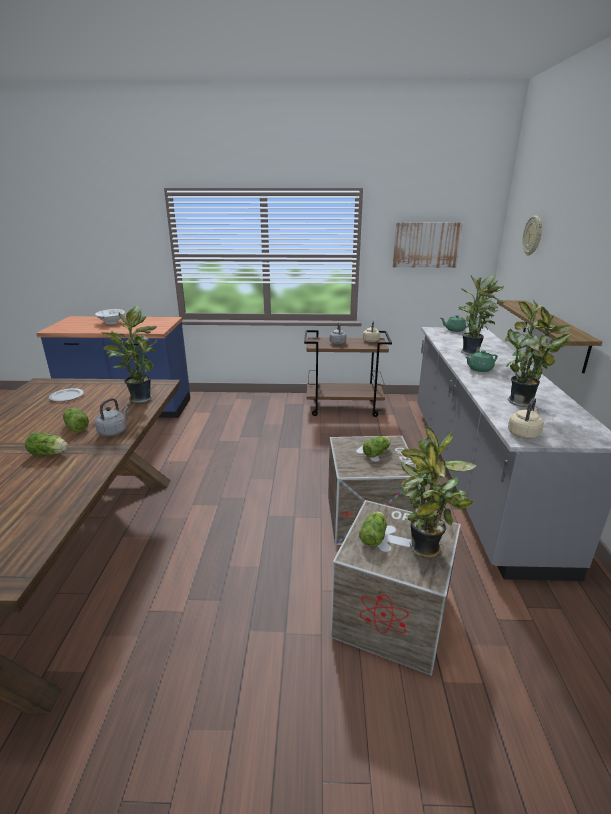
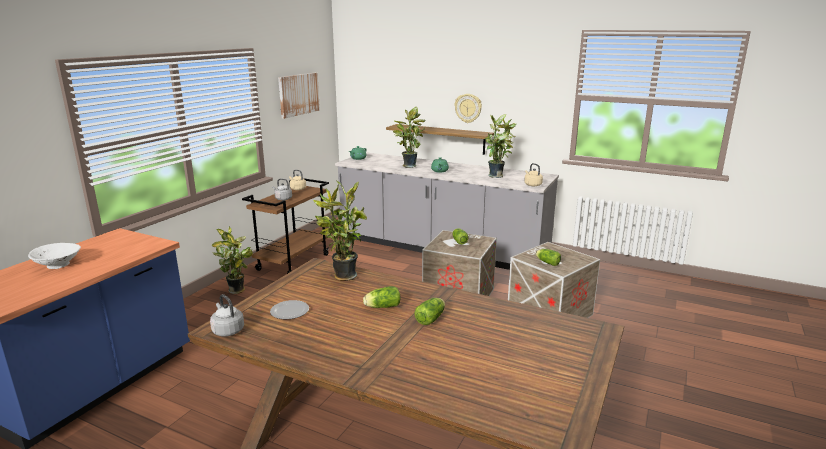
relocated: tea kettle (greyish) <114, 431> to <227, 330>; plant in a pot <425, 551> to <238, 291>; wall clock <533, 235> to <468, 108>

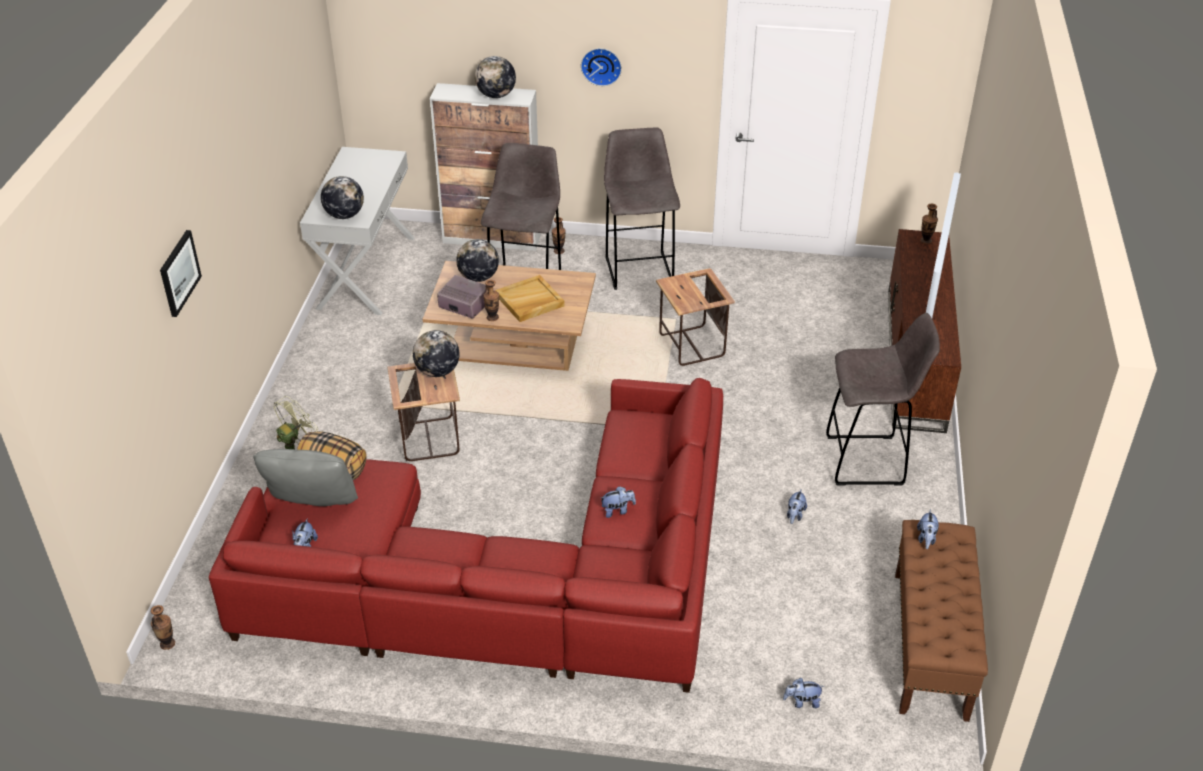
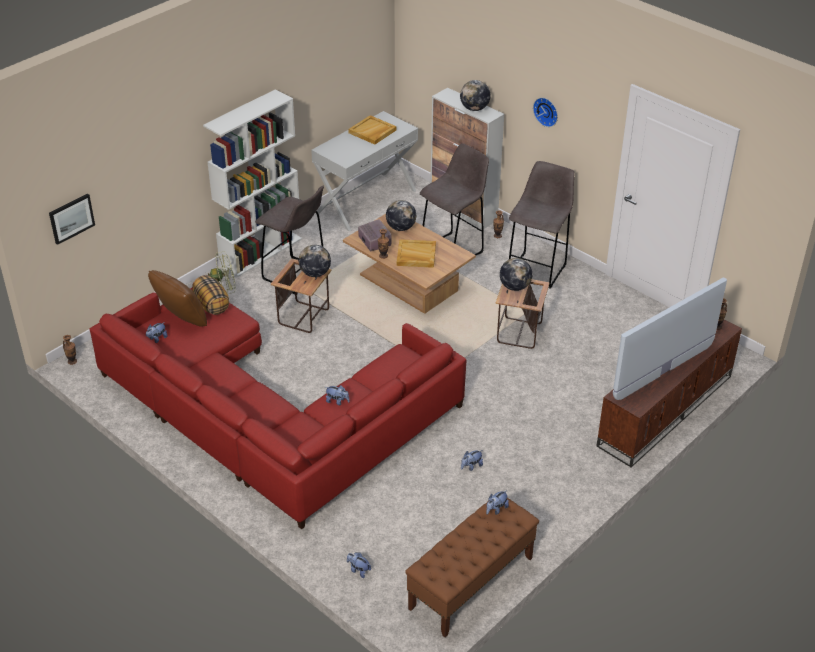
appeared: shelving unit (white) <261, 252>; carrying tray (beige) <372, 132>
relocated: wall art <179, 273> to <71, 218>; world globe <344, 215> to <514, 287>; stool seat (greyish) <867, 460> to <295, 276>
colour: cushion (greyish) <312, 507> to cushion (brownish) <181, 320>

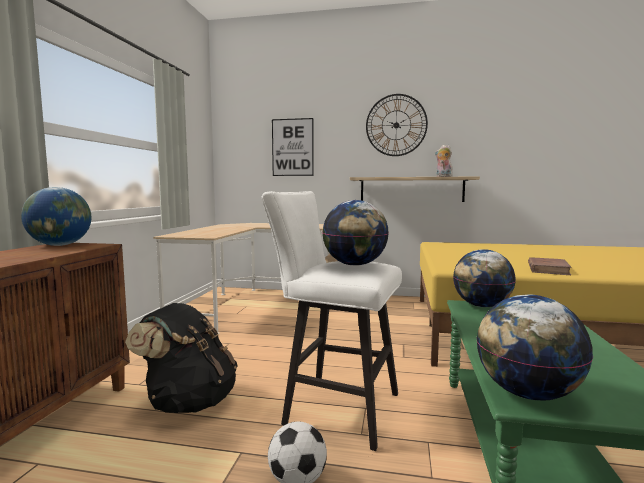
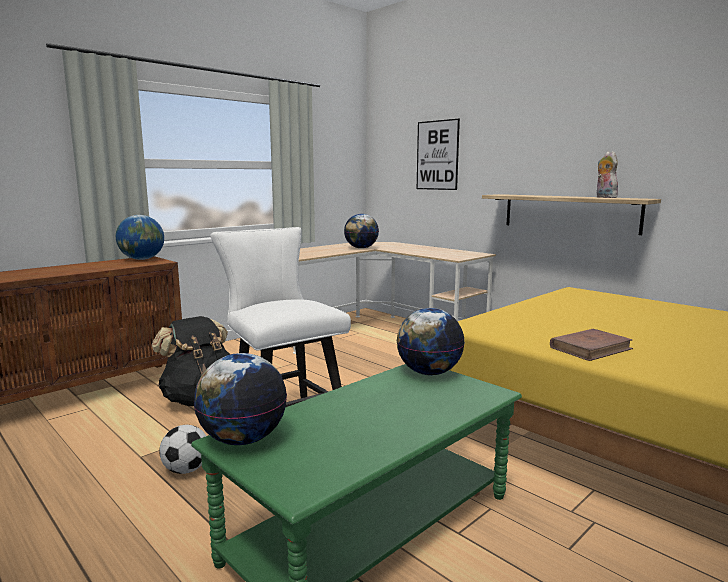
missing: wall clock <396, 125>
relocated: world globe <354, 265> to <361, 248>

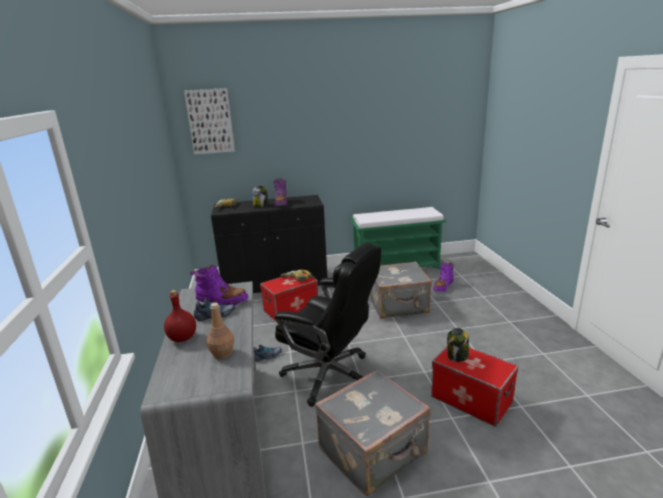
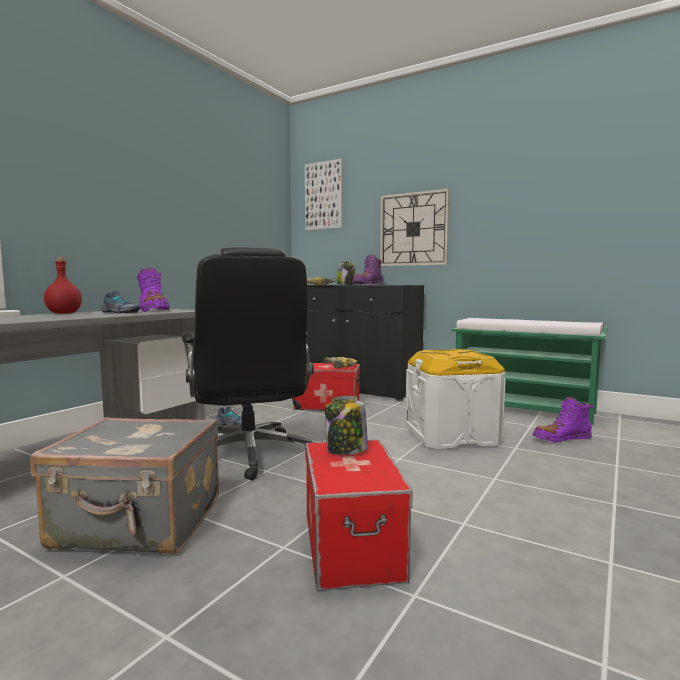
missing: beverage bottle (brownish) <222, 353>
appeared: wall clock <413, 229>
exchanged: suitcase (greyish) <399, 306> to storage container (white) <451, 436>

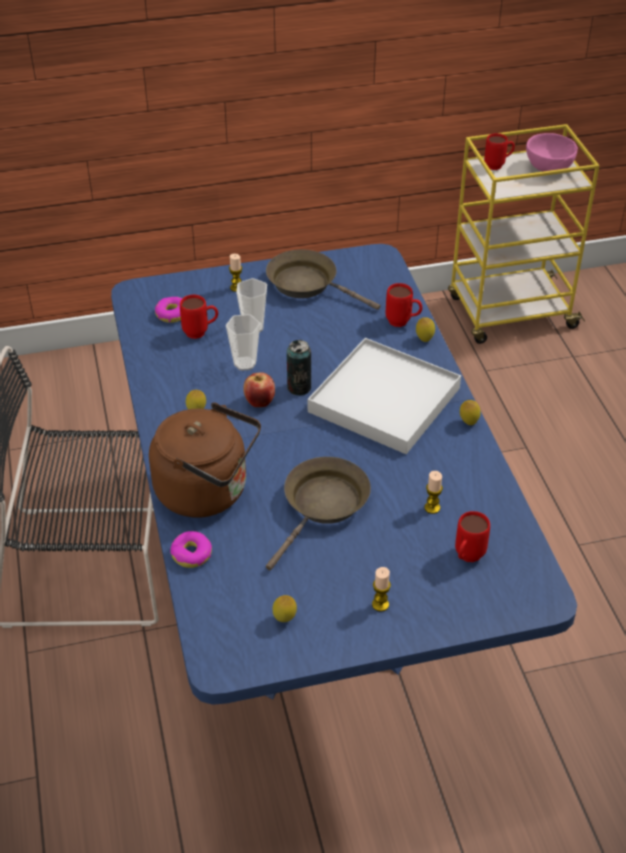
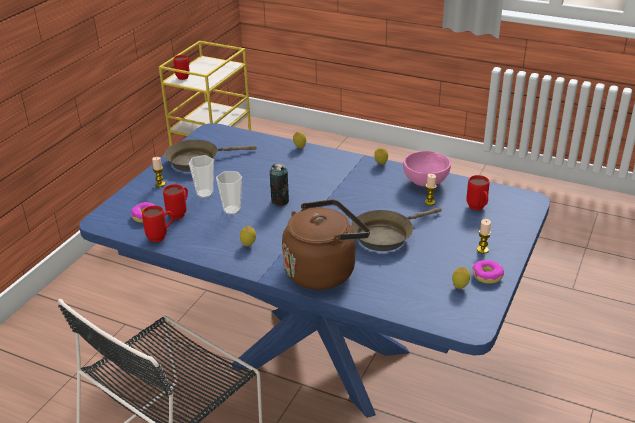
missing: whole apple <260, 402>; carrying tray (white) <385, 400>
relocated: donut <191, 554> to <487, 276>; tea mug (red) <403, 323> to <161, 236>; serving bowl (pink) <548, 169> to <426, 183>
spun: skillet (brownish) <323, 506> = <386, 235> 105 degrees counterclockwise

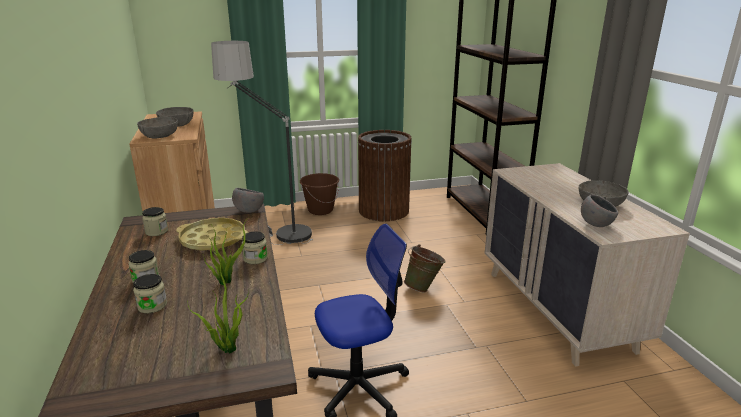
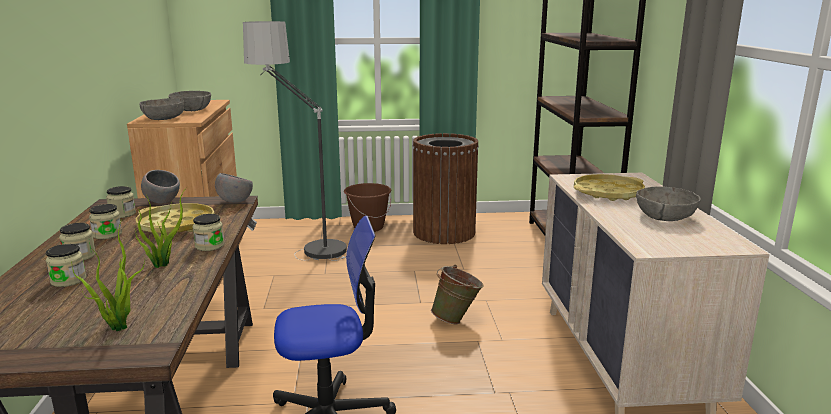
appeared: storage jar <107, 234>; carrying tray (yellow) <607, 193>
relocated: serving bowl (greyish) <595, 224> to <162, 202>

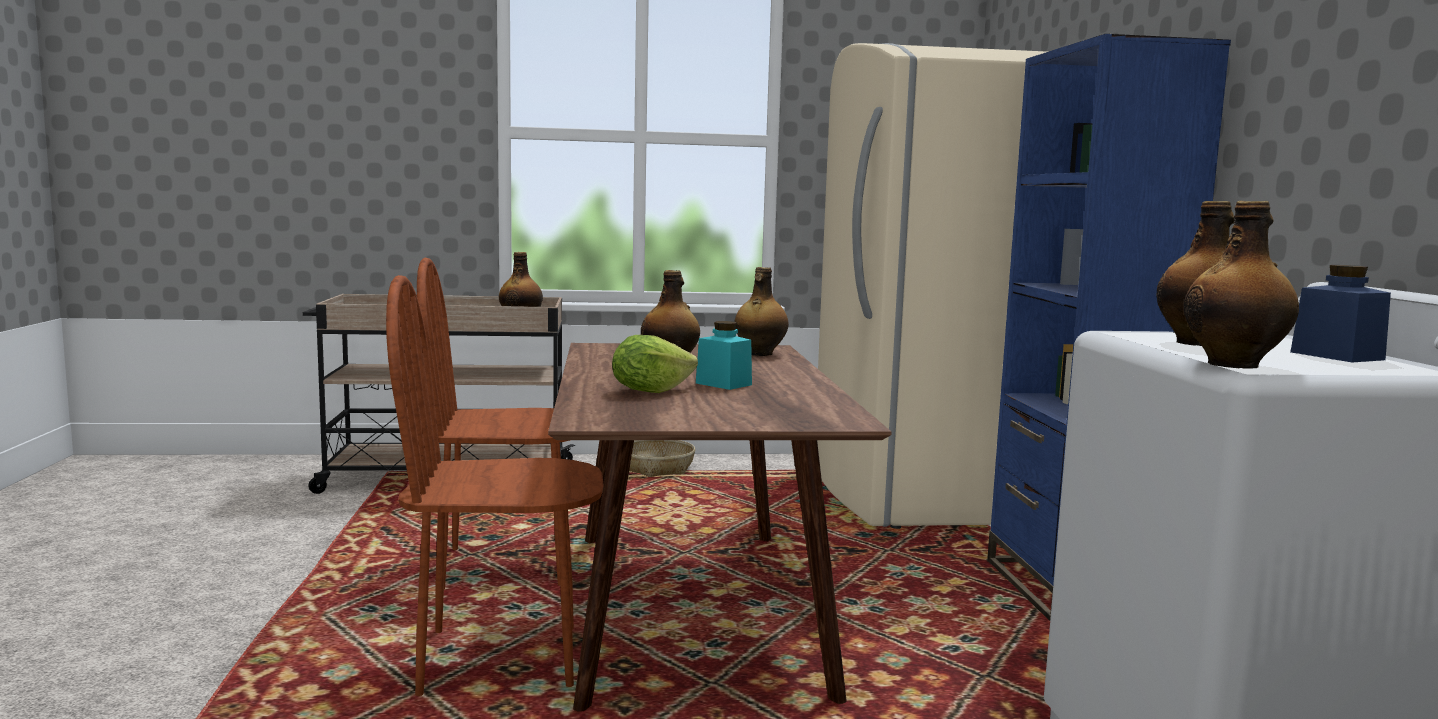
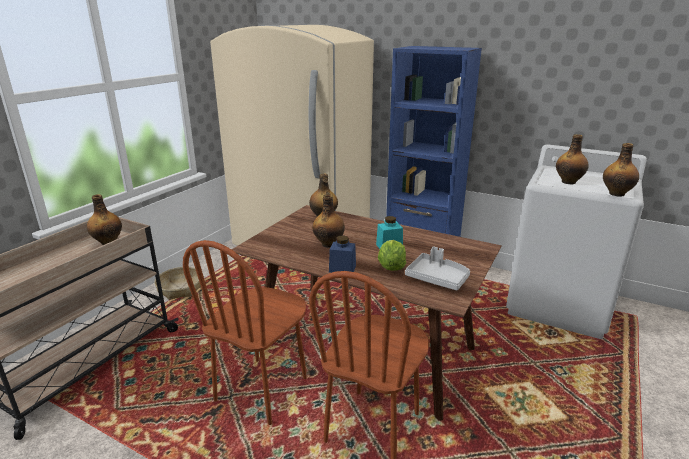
appeared: carrying tray (greyish) <437, 278>
relocated: storage jar (bluish) <1337, 356> to <342, 268>

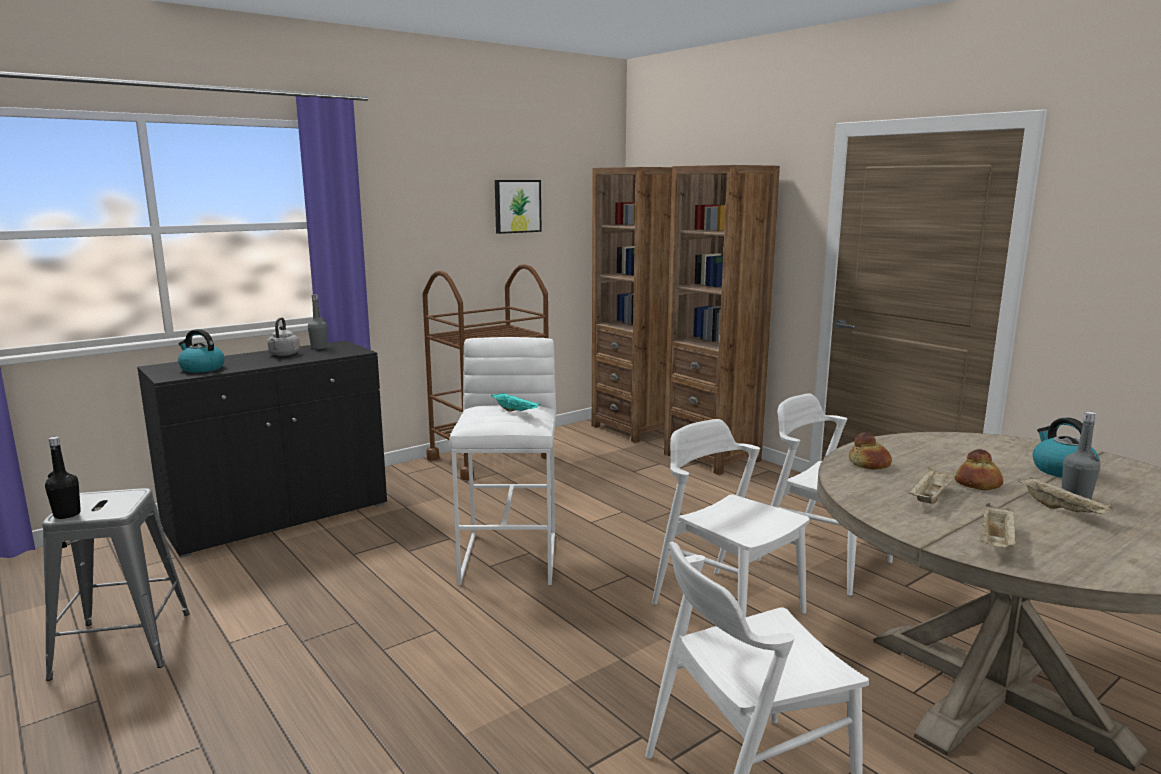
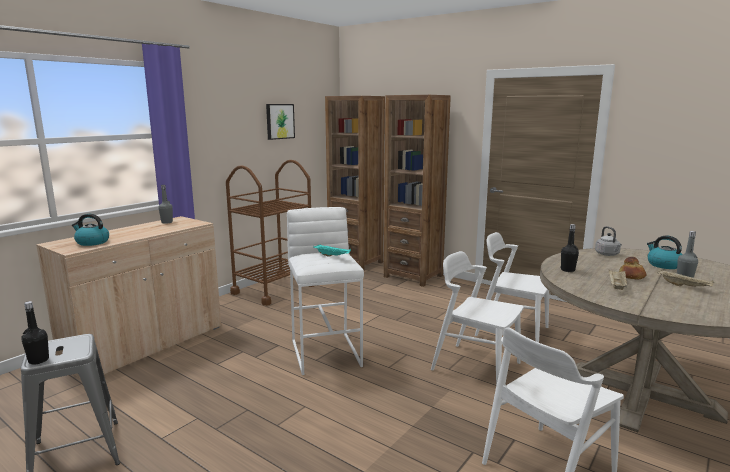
missing: carrying tray (beige) <996, 542>
relocated: tea kettle (greyish) <283, 355> to <608, 254>
exchanged: bread <869, 463> to beverage bottle (black-coloured) <567, 270>
colour: cupboard (black-coloured) <278, 517> to cupboard (beige) <146, 345>

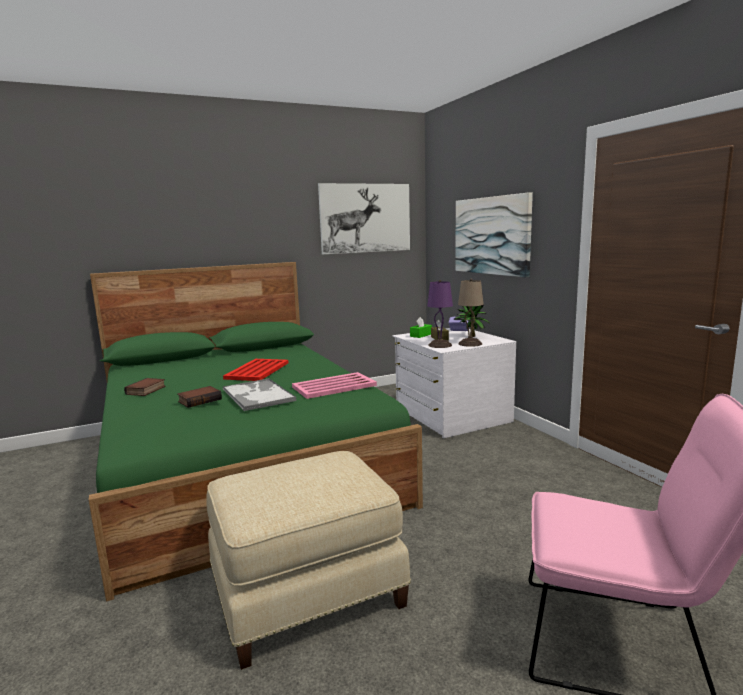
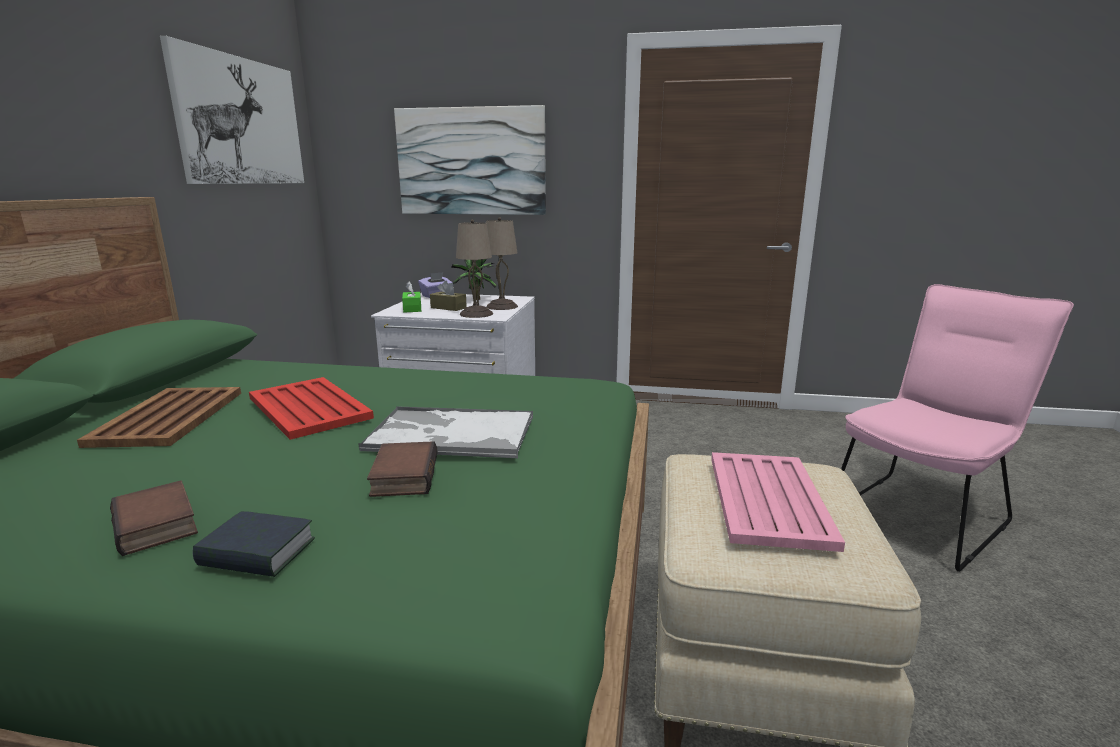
appeared: carrying tray (brownish) <168, 418>; bound book <257, 553>
relocated: carrying tray (pink) <333, 386> to <767, 500>
colour: lamp for a table (purple-coloured) <440, 345> to lamp for a table (beige) <477, 314>

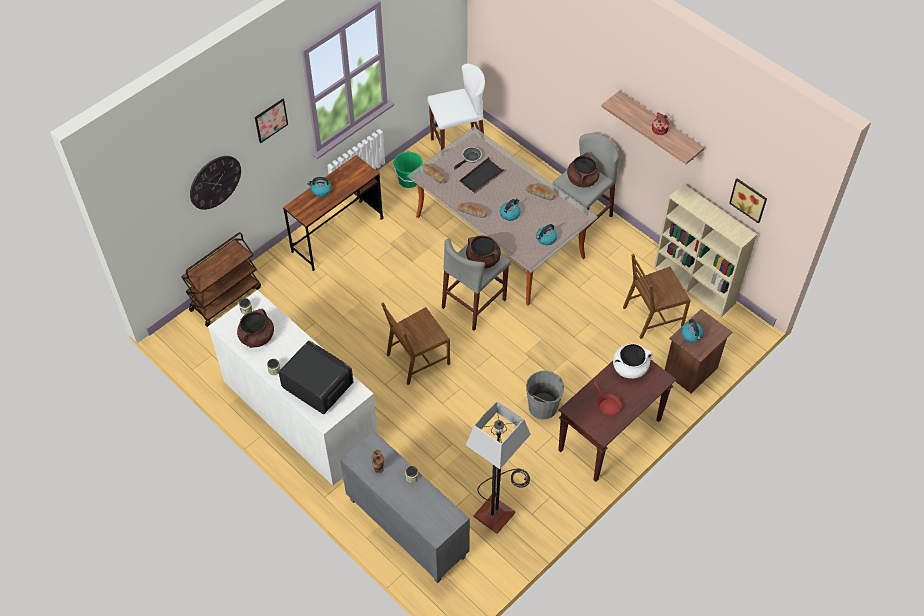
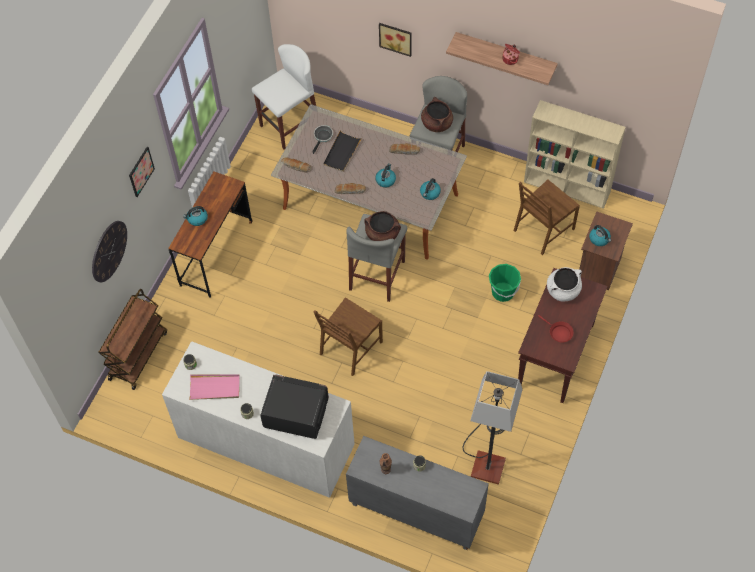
missing: bucket (greyish) <543, 407>
relocated: bucket (greenish) <409, 180> to <503, 292>; wall art <749, 199> to <396, 38>
exchanged: cooking pot (brownish) <257, 337> to carrying tray (pink) <215, 388>

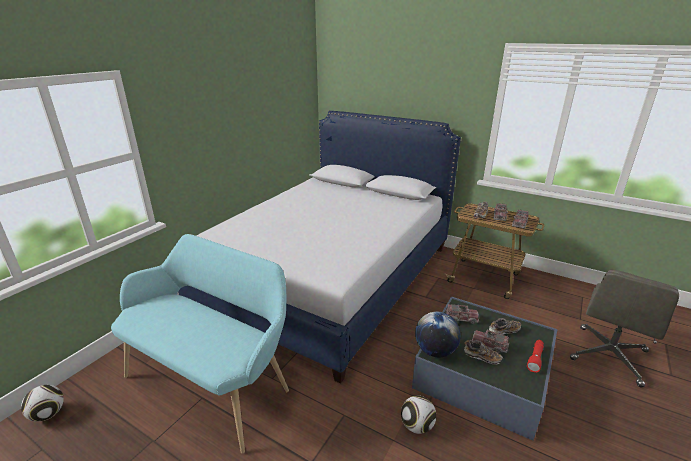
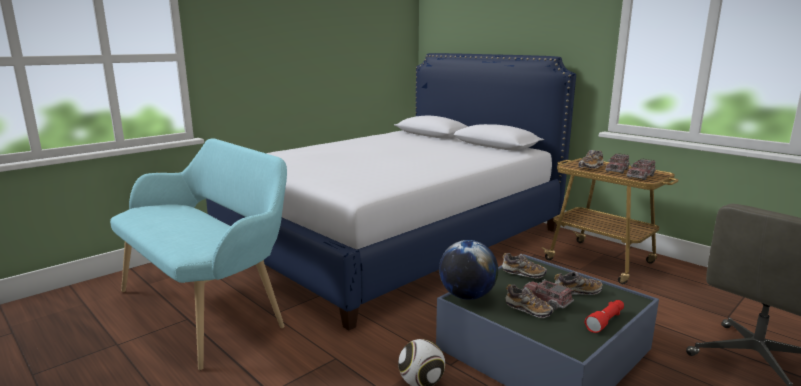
missing: ball for football <48, 414>
exchanged: toy truck <461, 318> to shoe <523, 273>

